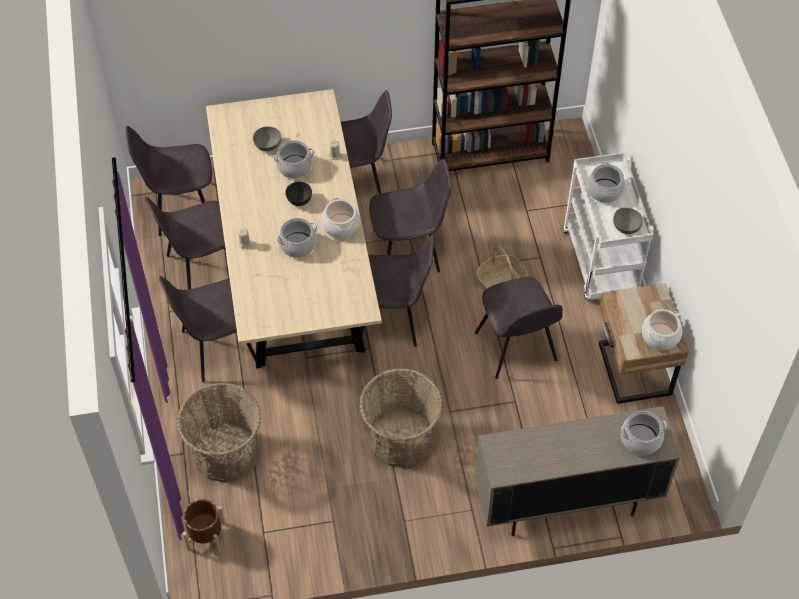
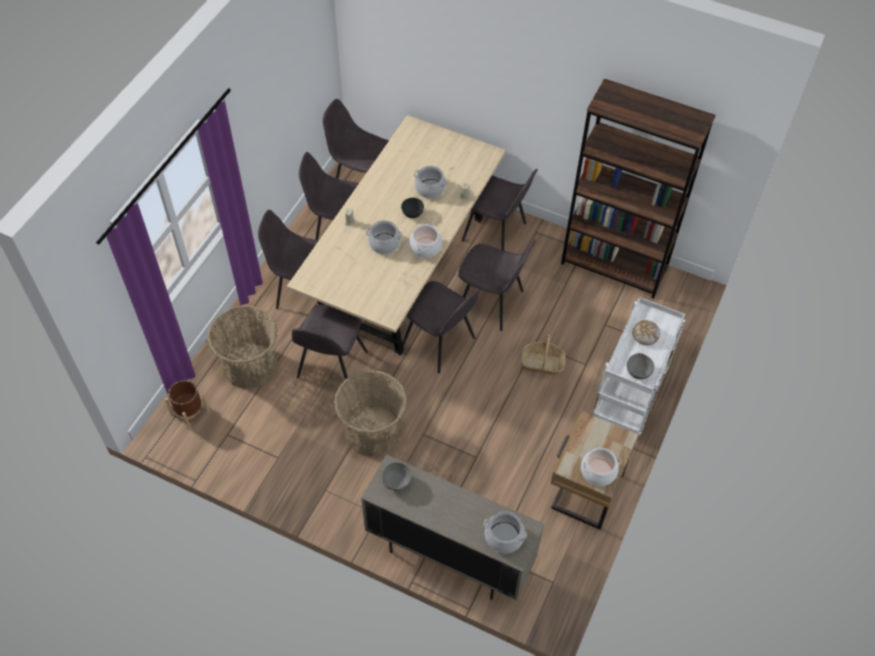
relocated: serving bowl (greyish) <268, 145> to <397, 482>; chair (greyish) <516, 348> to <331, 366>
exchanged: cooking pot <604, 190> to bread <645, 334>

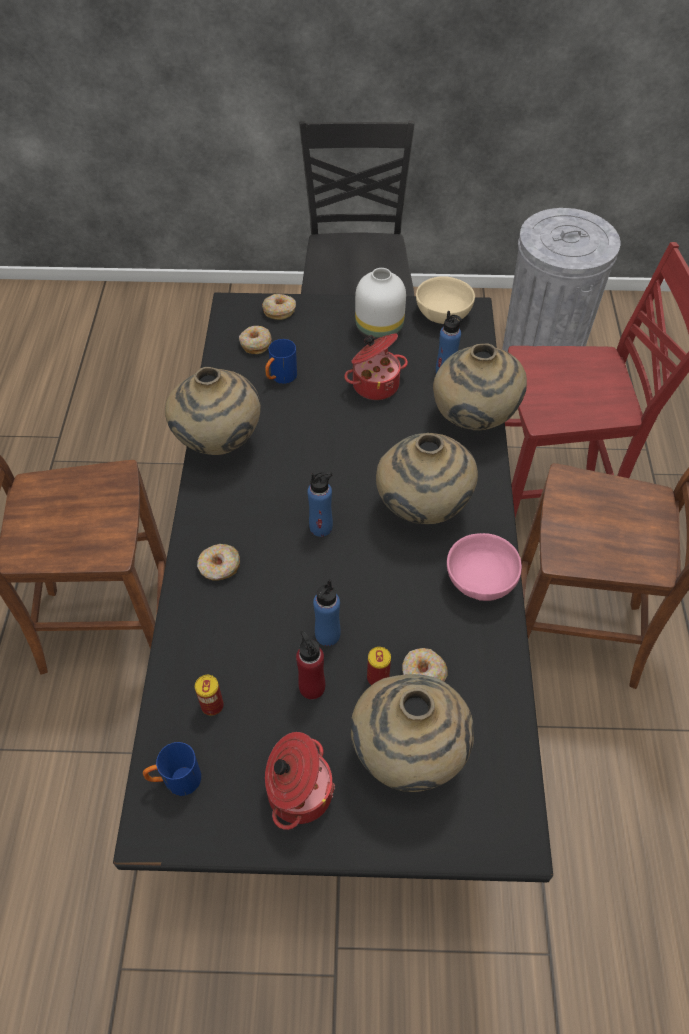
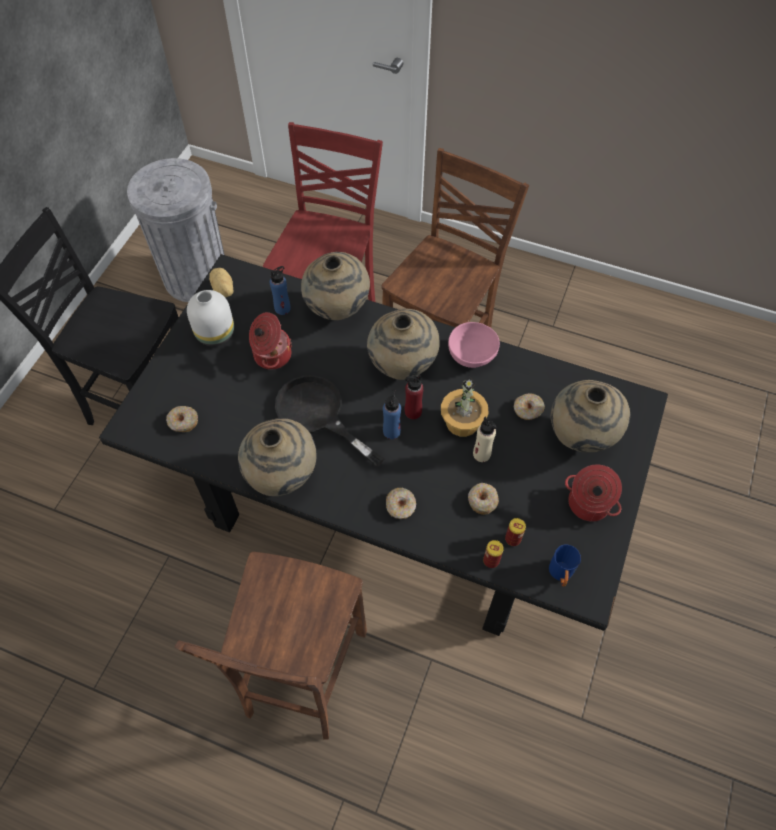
missing: tea mug (bluish) <280, 378>
appeared: skillet (black-coloured) <318, 415>; plant in a pot <463, 422>
relocated: donut <279, 311> to <482, 501>; beverage bottle (red) <312, 687> to <413, 412>; sealed can <378, 678> to <491, 560>
exchanged: serving bowl (beige) <441, 315> to spud <222, 290>
colour: beverage bottle (bluish) <327, 635> to beverage bottle (beige) <481, 454>

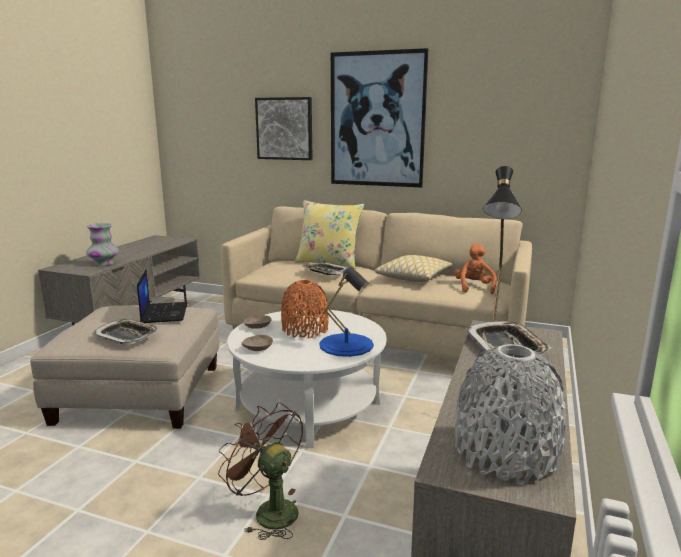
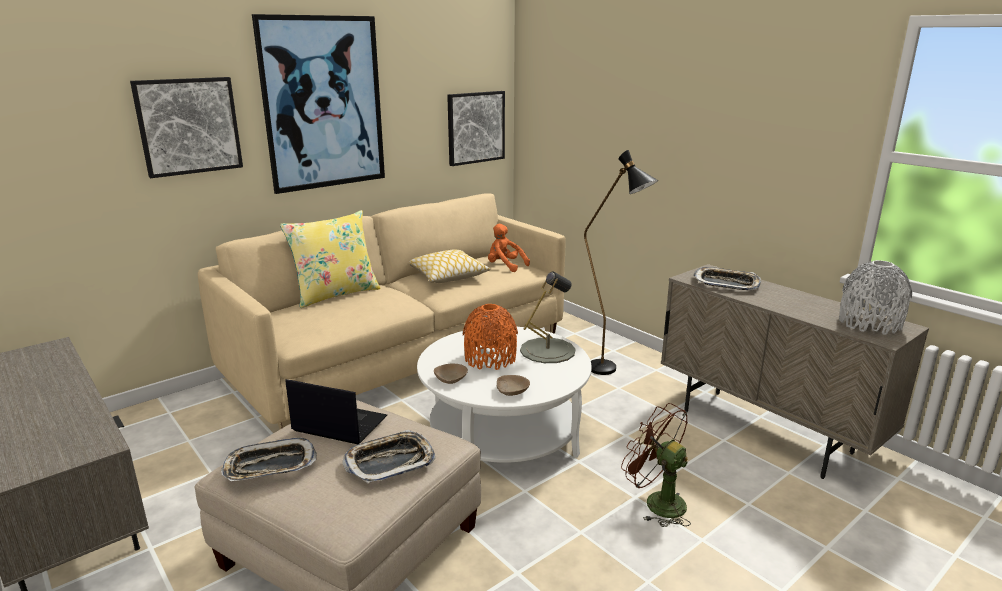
missing: vase <104, 263>
appeared: wall art <475, 127>
relocated: carrying tray <325, 272> to <270, 466>
colour: lamp for a table (bluish) <346, 345> to lamp for a table (greyish) <547, 350>
spun: fan (brownish) <268, 511> = <656, 502> 60 degrees clockwise

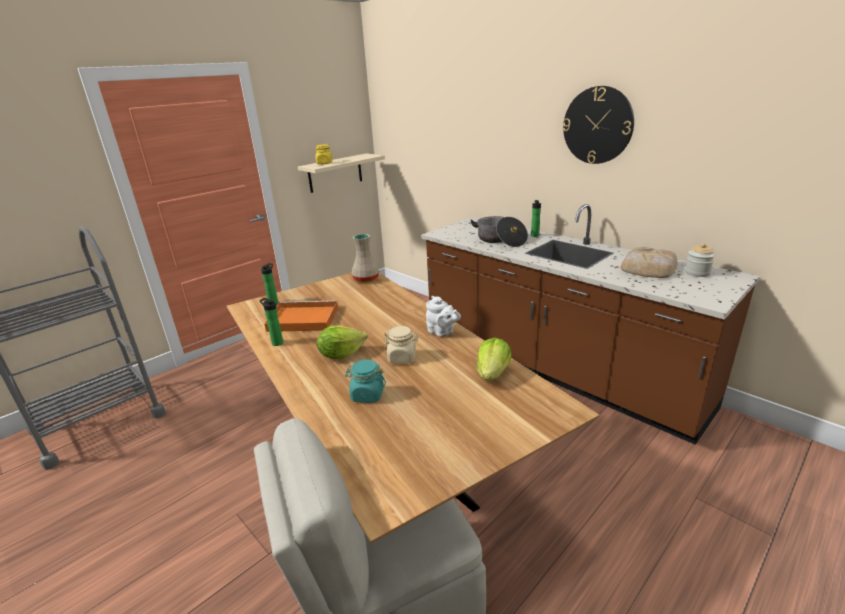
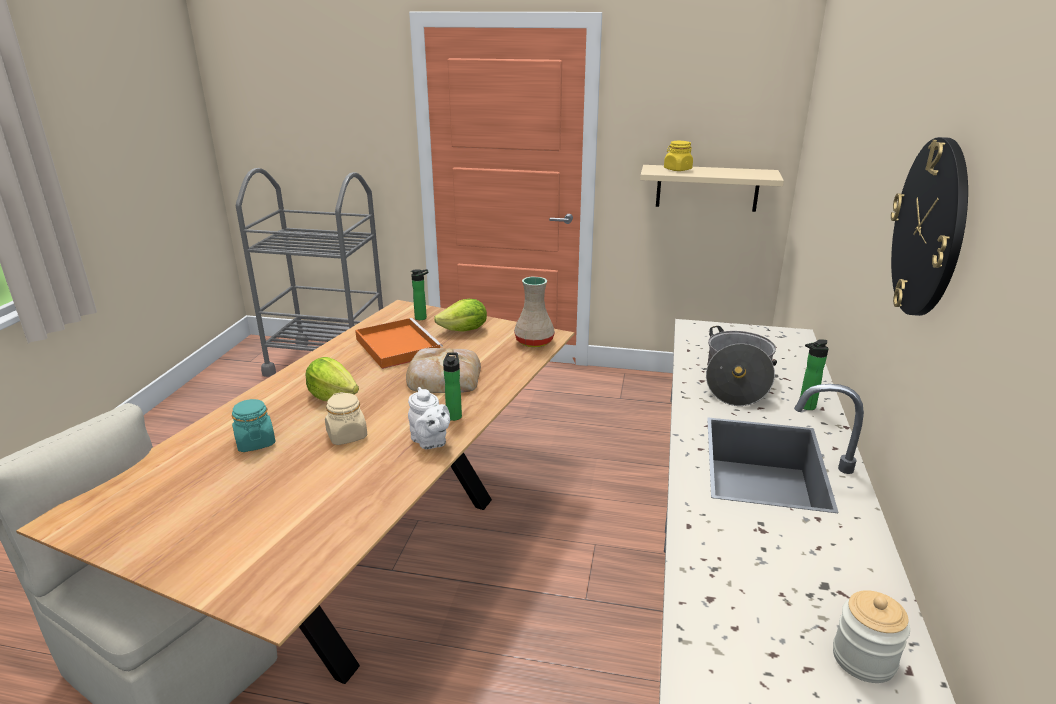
relocated: beverage bottle <276, 342> to <454, 415>; lettuce <493, 373> to <464, 330>; bread <647, 268> to <443, 377>
spun: tea pot (white) <442, 332> = <430, 442> 45 degrees counterclockwise

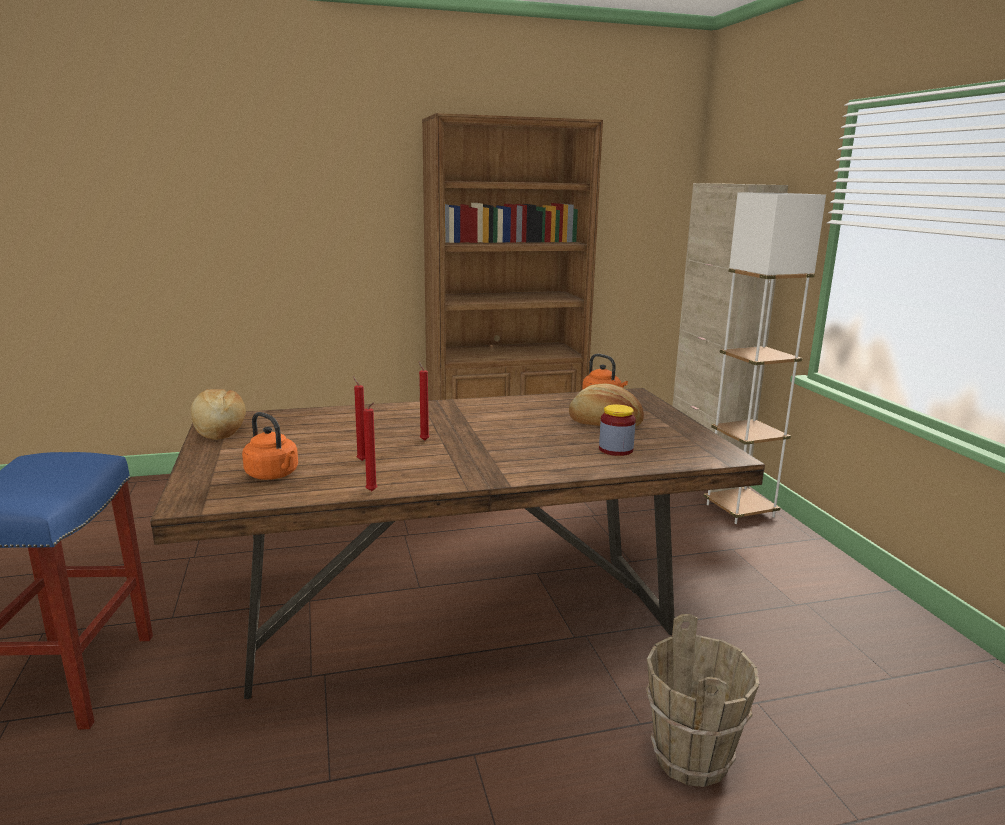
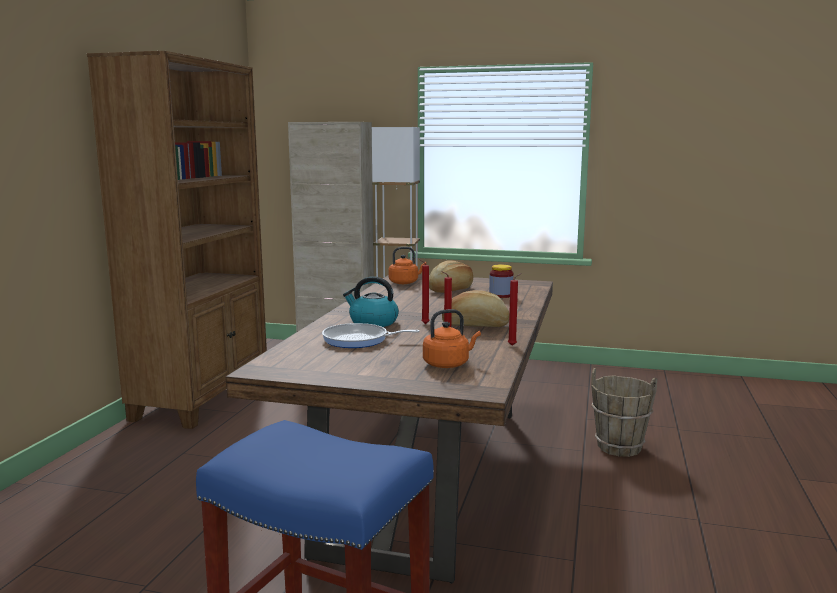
appeared: skillet <359, 340>; tea kettle <372, 322>
relocated: bread <218, 430> to <475, 325>

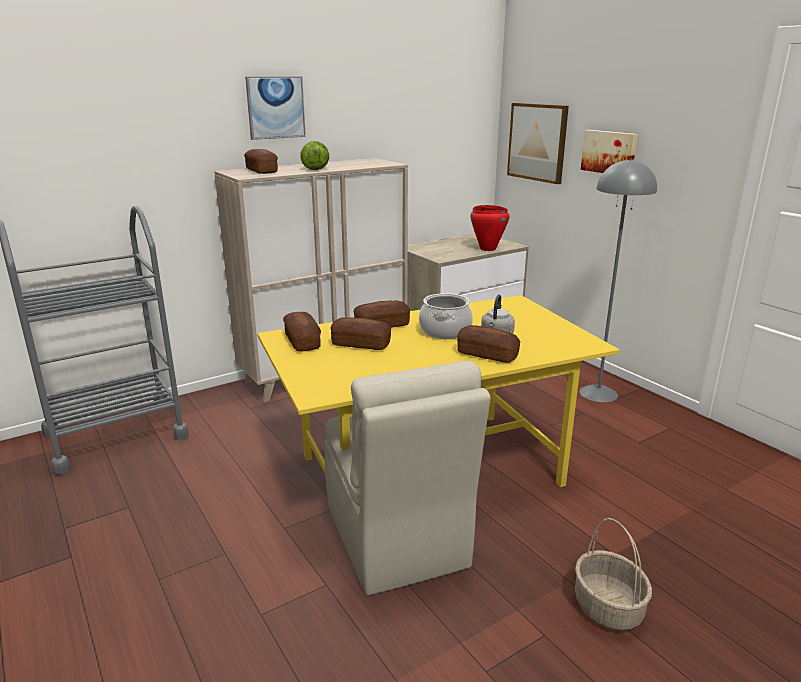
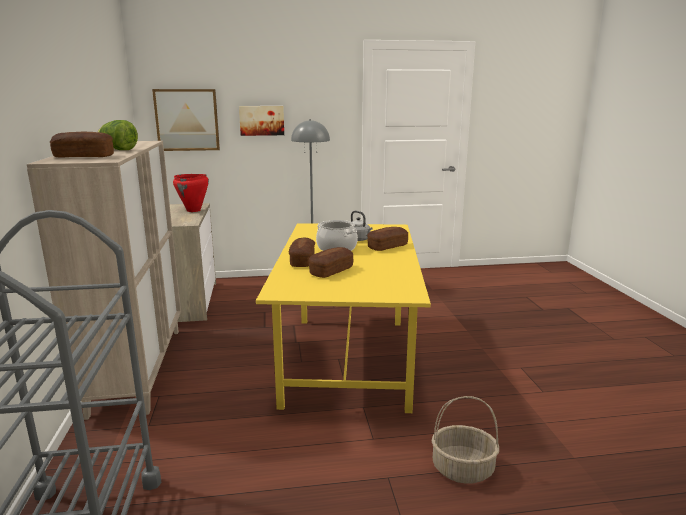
missing: wall art <275, 107>; bread <302, 341>; chair (beige) <396, 539>
relocated: household basket <607, 607> to <462, 469>

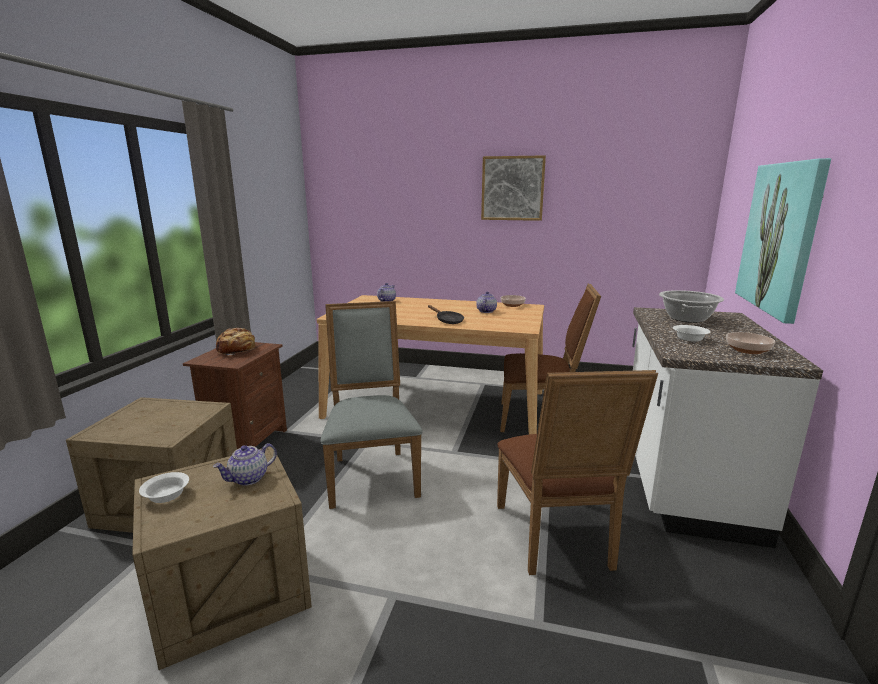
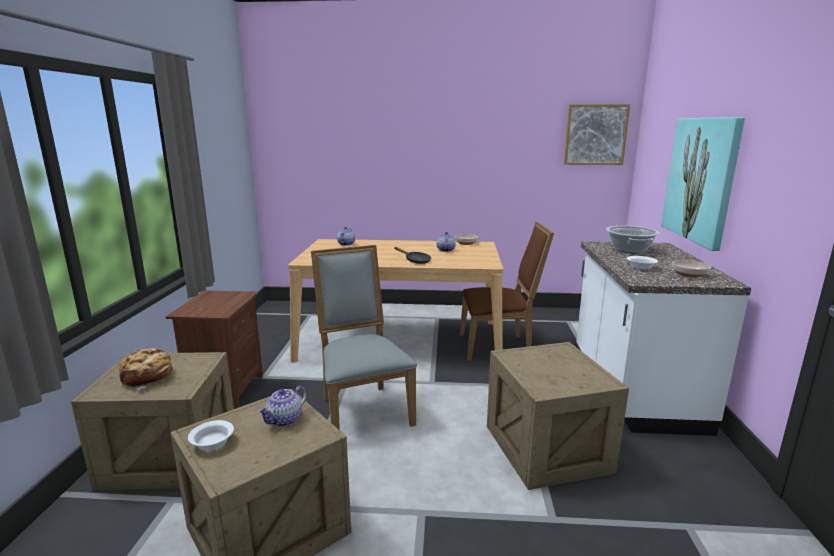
relocated: bread <237, 350> to <148, 377>; wall art <512, 188> to <595, 134>
exchanged: chair (brownish) <558, 540> to packing crate <547, 449>

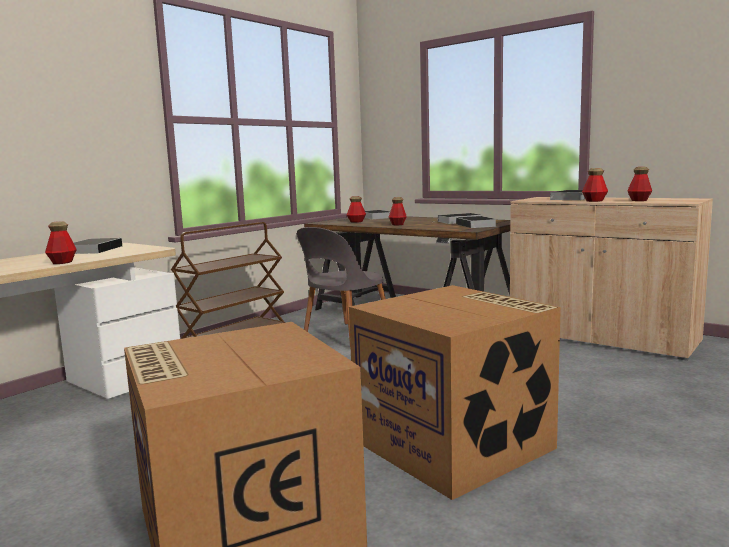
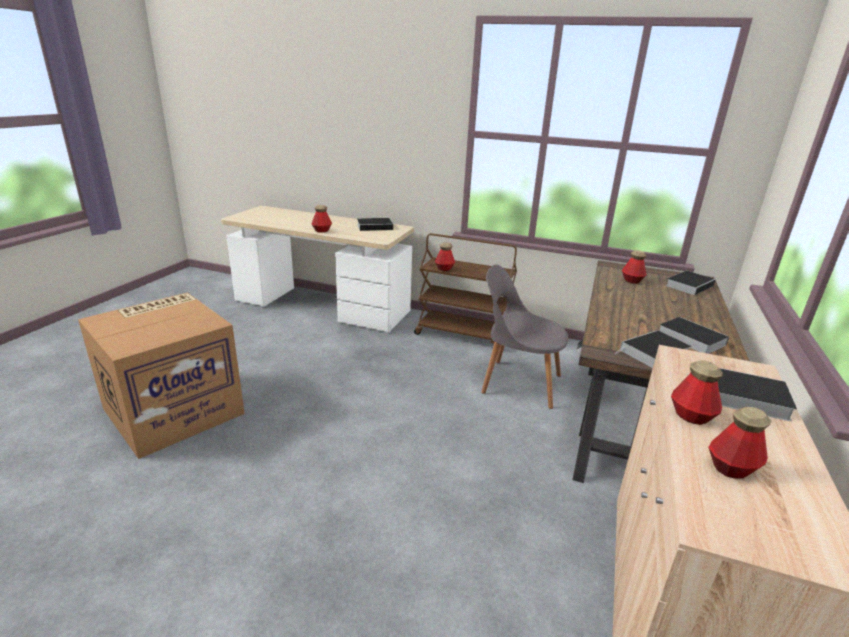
missing: carton <456, 444>
relocated: beverage bottle <397, 224> to <444, 269>

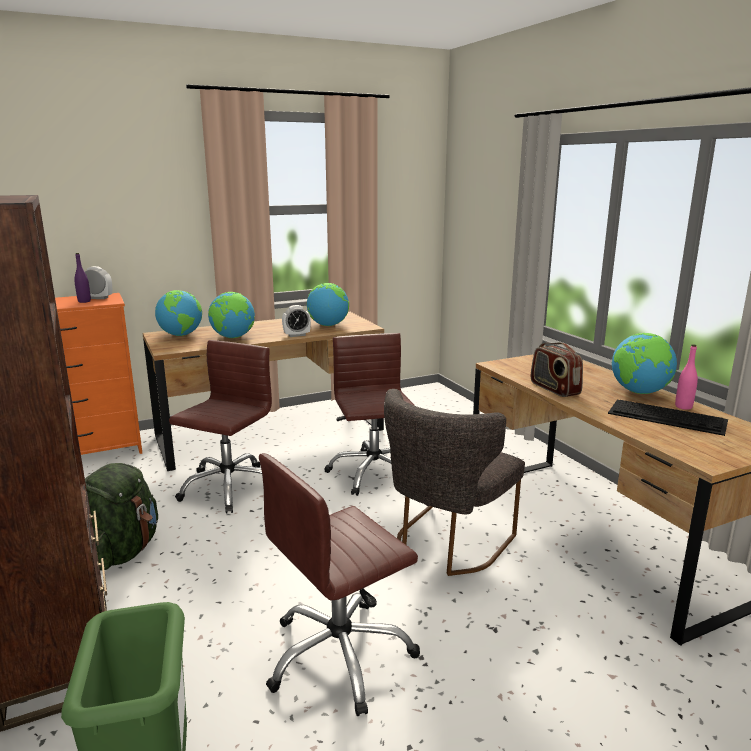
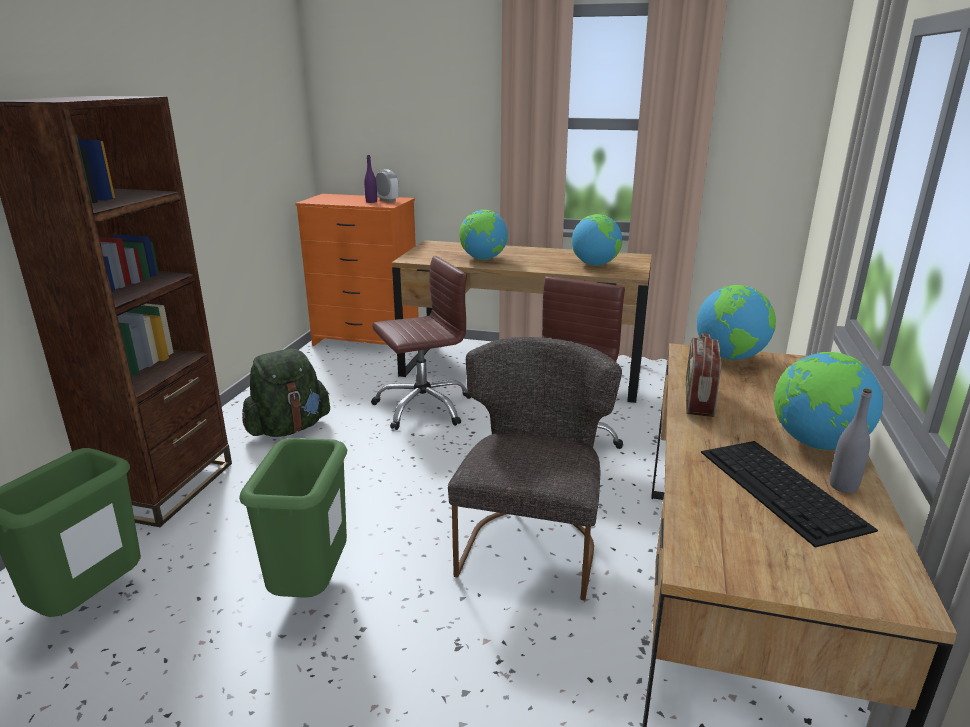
missing: alarm clock <297, 335>
relocated: world globe <181, 335> to <730, 357>
exchanged: computer chair (brownish) <340, 655> to trash can (greenish) <310, 587>
colour: beverage bottle (pink) <683, 407> to beverage bottle (greyish) <843, 486>
spun: chair (greyish) <446, 545> = <531, 544> 120 degrees clockwise

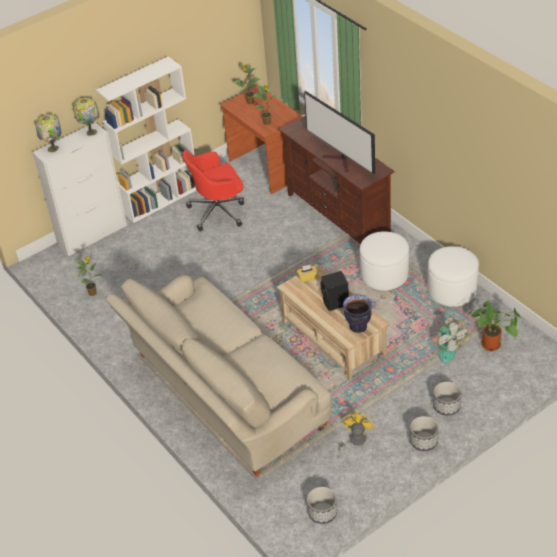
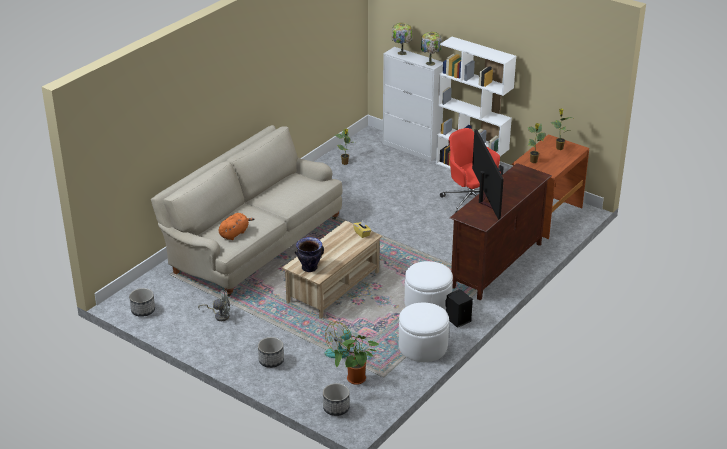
appeared: plush toy (orangey) <234, 233>
relocated: loudspeaker (black-coloured) <335, 303> to <457, 320>; planter <423, 441> to <336, 408>
colour: fan (yellow) <354, 441> to fan (greyish) <219, 315>
spun: TV set <341, 161> = <485, 201> 135 degrees clockwise

